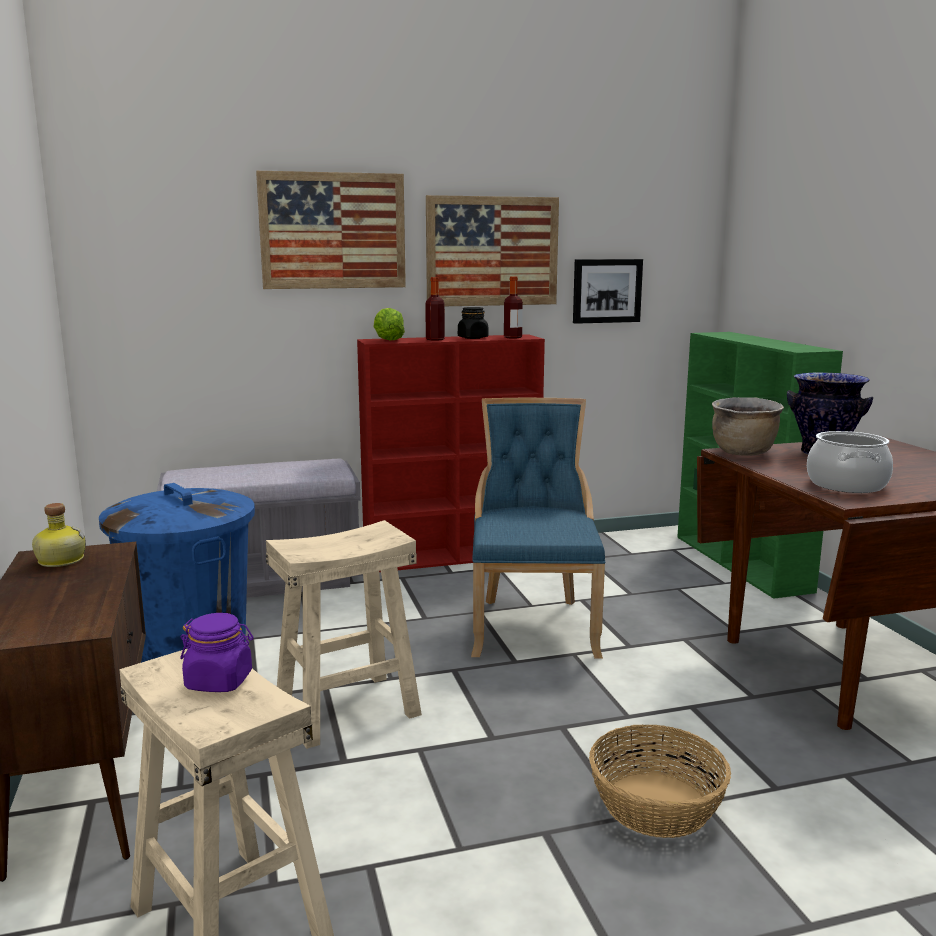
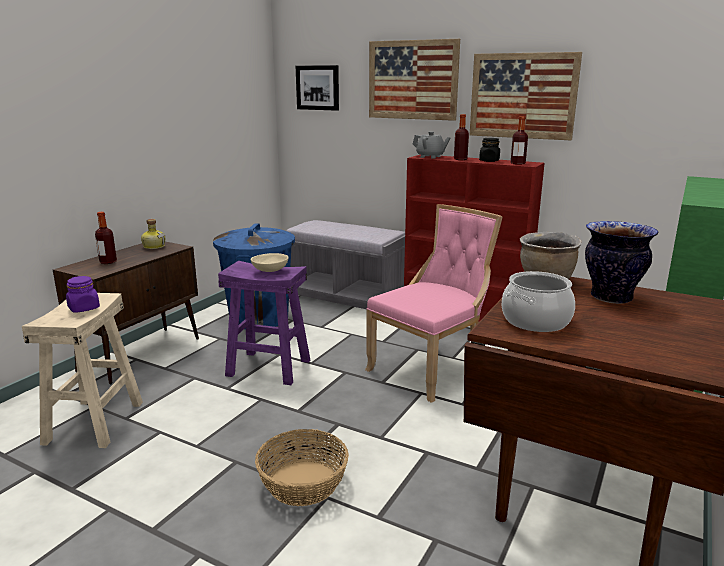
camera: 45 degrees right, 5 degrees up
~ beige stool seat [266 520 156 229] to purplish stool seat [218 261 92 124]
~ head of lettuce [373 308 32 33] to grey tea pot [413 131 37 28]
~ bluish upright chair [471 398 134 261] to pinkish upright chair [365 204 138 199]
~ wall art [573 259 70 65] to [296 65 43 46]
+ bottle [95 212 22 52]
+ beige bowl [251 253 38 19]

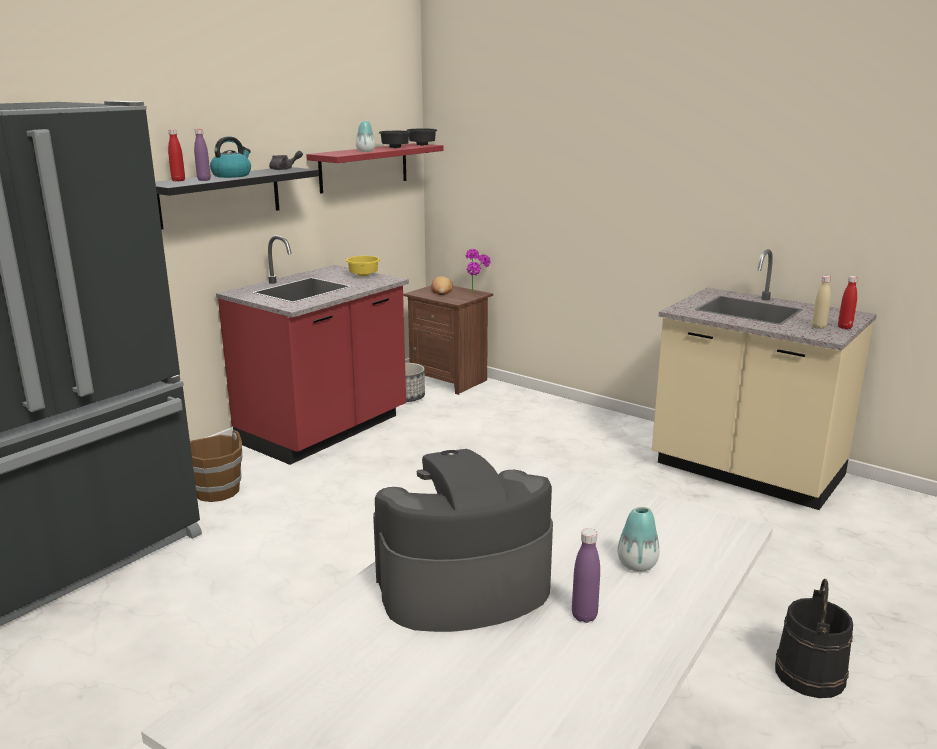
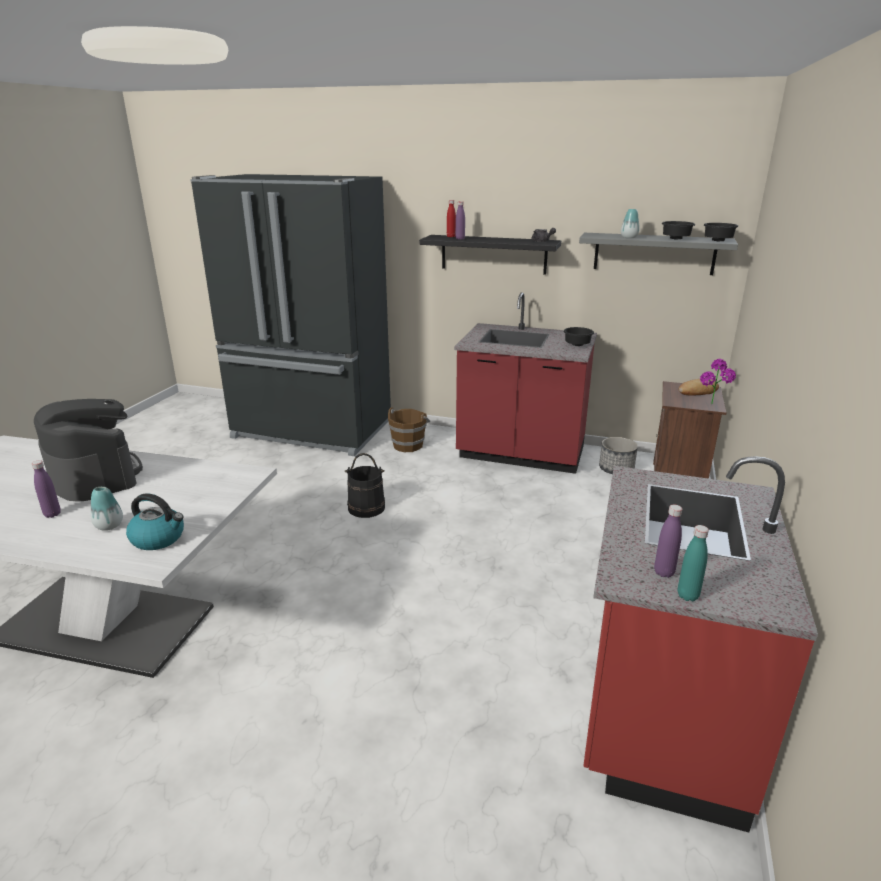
camera: 70 degrees right, 5 degrees up
~ water kettle [210 136 41 42] to [126 493 58 57]
~ reddish wall shelf [306 143 137 51] to grey wall shelf [579 233 159 42]
~ yellow bowl [346 256 34 20] to black bowl [564 327 30 19]
~ beige kitchen counter [652 249 225 261] to reddish kitchen counter [583 456 235 377]
~ black pail [775 579 78 119] to [344 453 41 65]
~ beige bottle [812 276 19 53] to purplish bottle [654 505 28 73]
~ reddish bottle [838 276 20 53] to turquoise-coloured bottle [678 525 31 76]

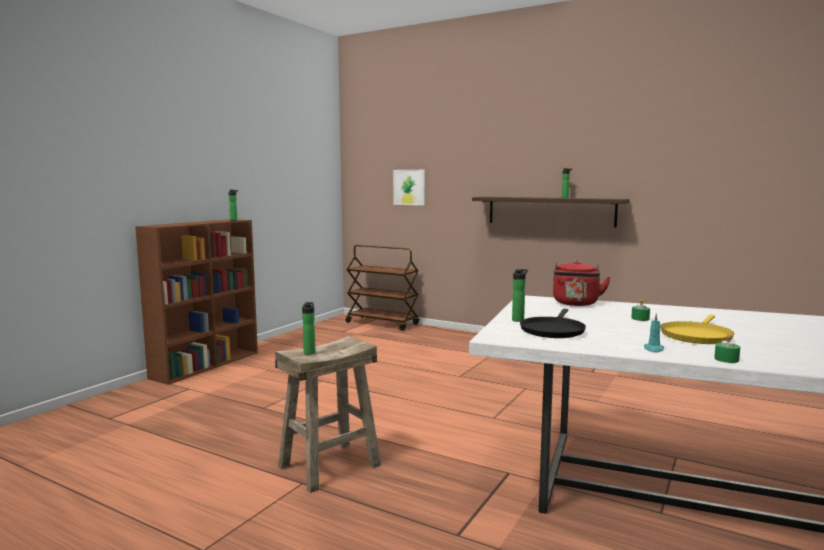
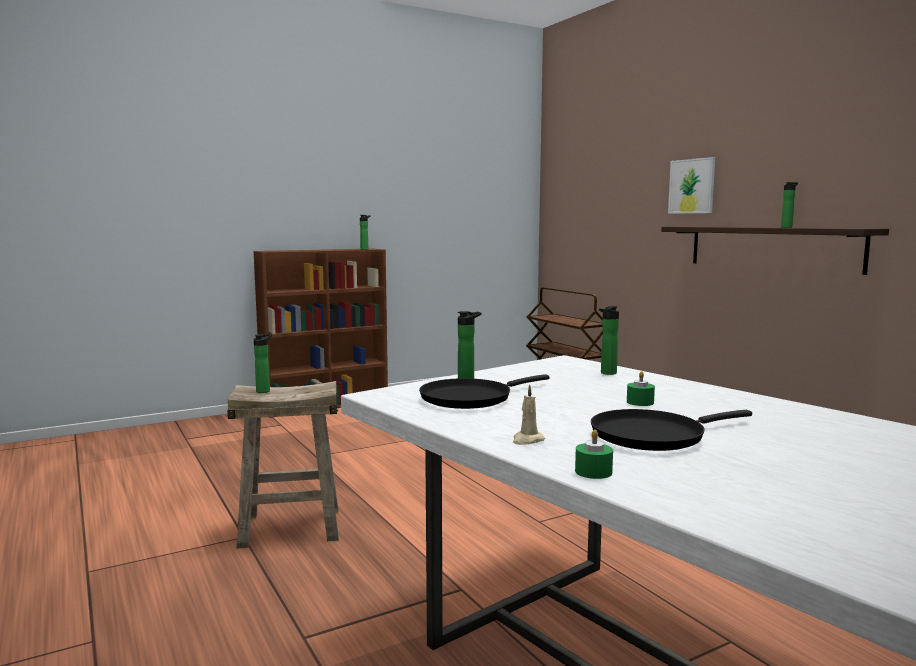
camera: 30 degrees right, 0 degrees up
~ wall art [393 170 32 35] to [668 157 47 57]
~ reddish water kettle [553 260 58 46] to bottle [599 306 20 69]
~ turquoise-coloured candle [644 313 20 40] to beige candle [513 384 32 61]
~ yellow frying pan [660 314 74 30] to black frying pan [591 409 161 42]

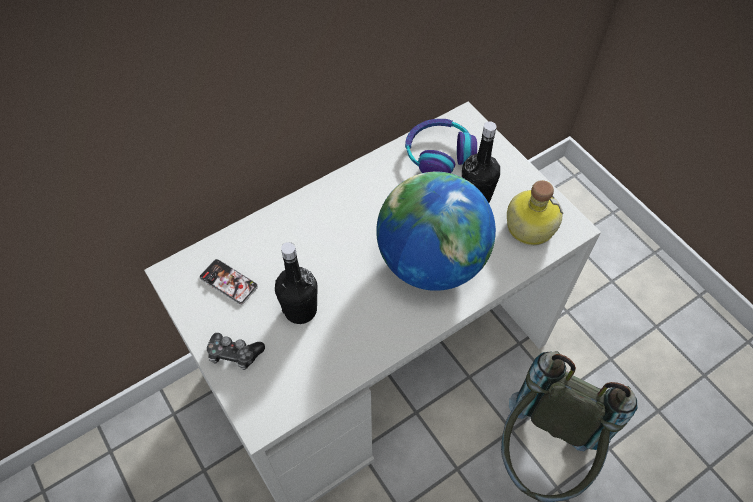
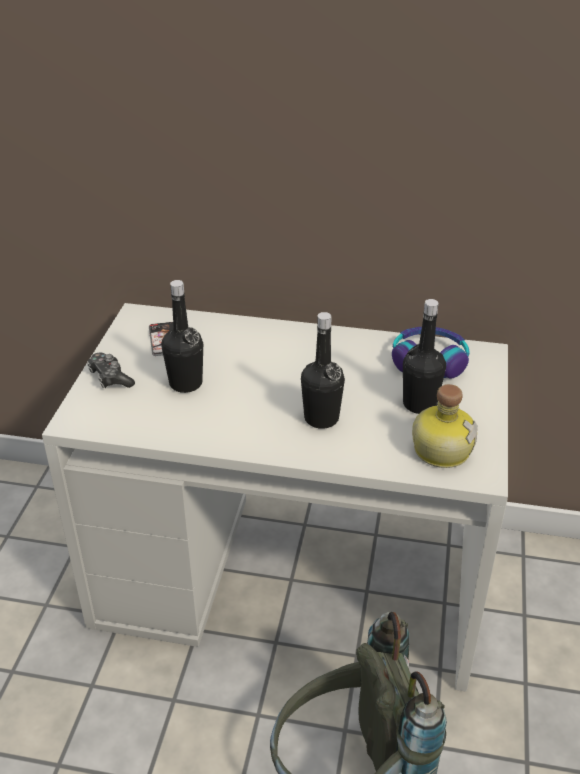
camera: 45 degrees right, 20 degrees down
~ world globe [376 172 120 119] to black bottle [301 312 44 117]

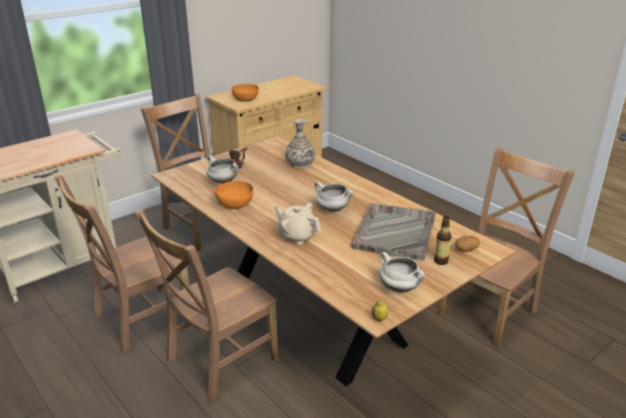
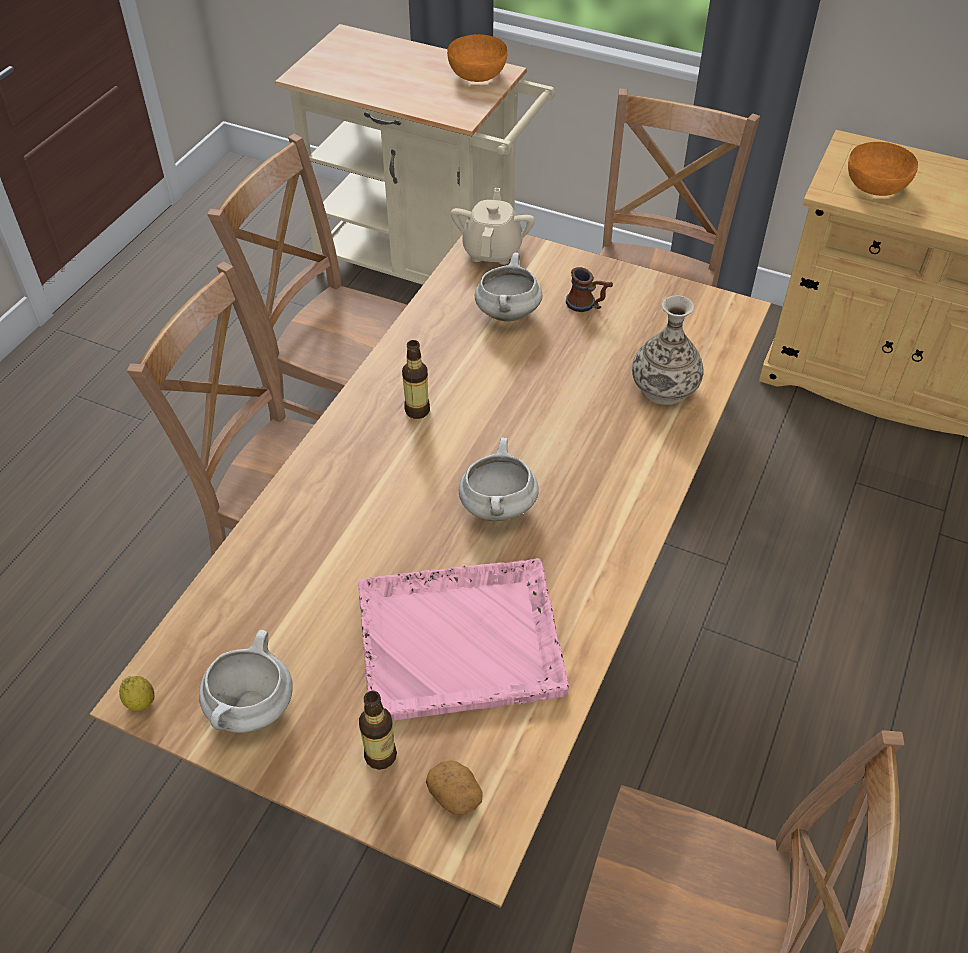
camera: 65 degrees right, 20 degrees up
~ orange-coloured bowl [215 181 38 28] to [447 34 61 48]
~ beige tea pot [274 203 47 42] to [451 188 84 77]
~ grey tray [352 203 84 58] to pinkish tray [358 558 211 163]
+ bottle [402 340 28 79]

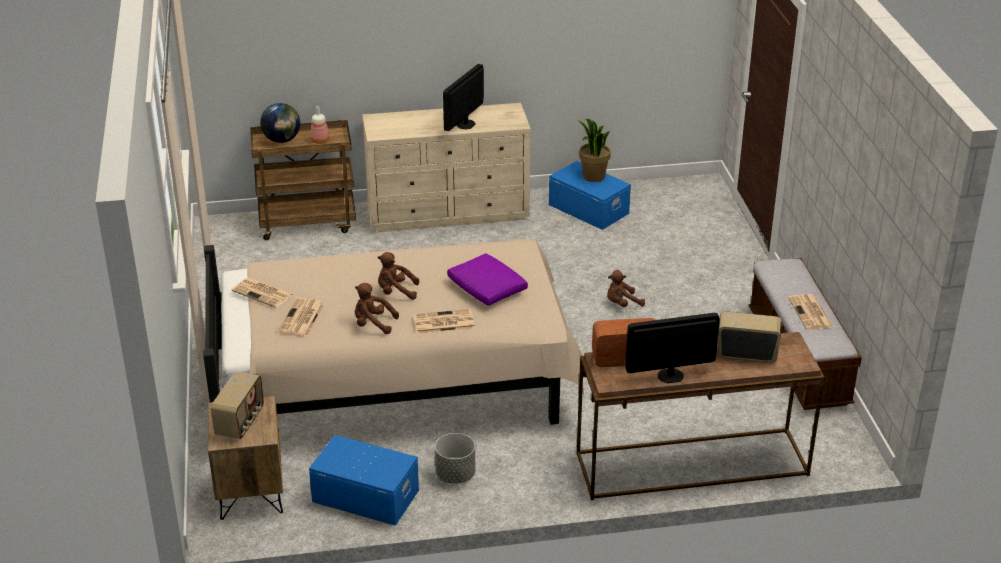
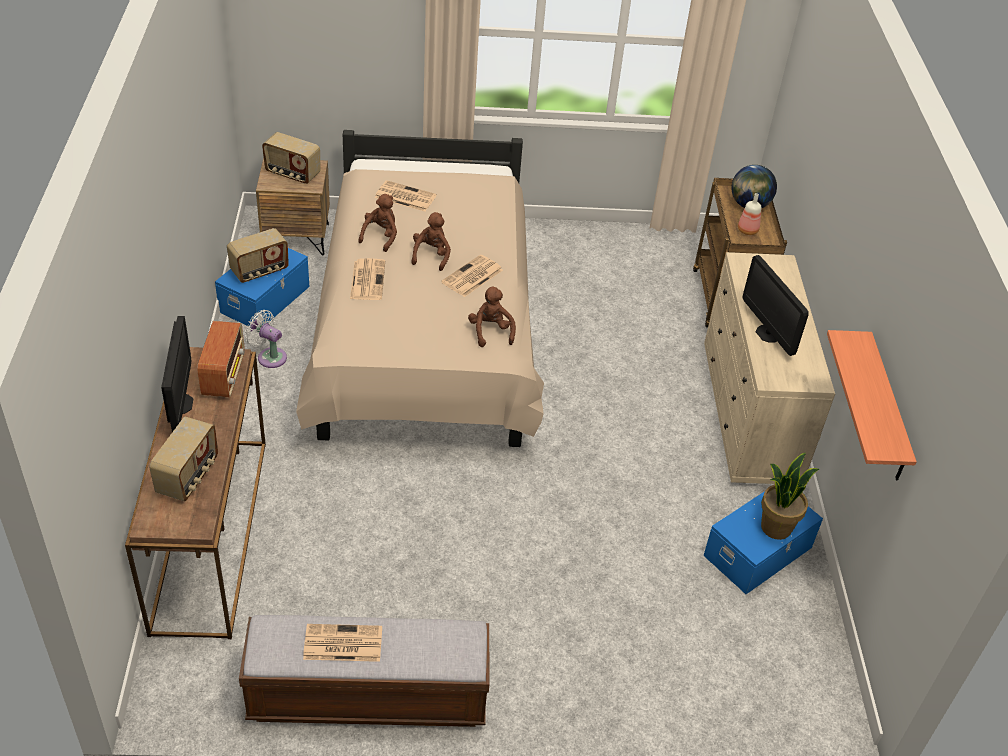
camera: 95 degrees right, 10 degrees up
~ printed paper [232 278 62 30] to [441 254 62 43]
~ grey planter [435 433 40 51] to white fan [245 310 42 58]
~ computer screen [443 64 41 67] = [743 255 66 101] 150 degrees counterclockwise
- purplish pillow [447 253 81 53]
~ brown-coloured cuddly toy [607 270 38 37] to [468 286 48 61]
+ radio [227 228 62 55]
+ wall shelf [827 330 90 151]

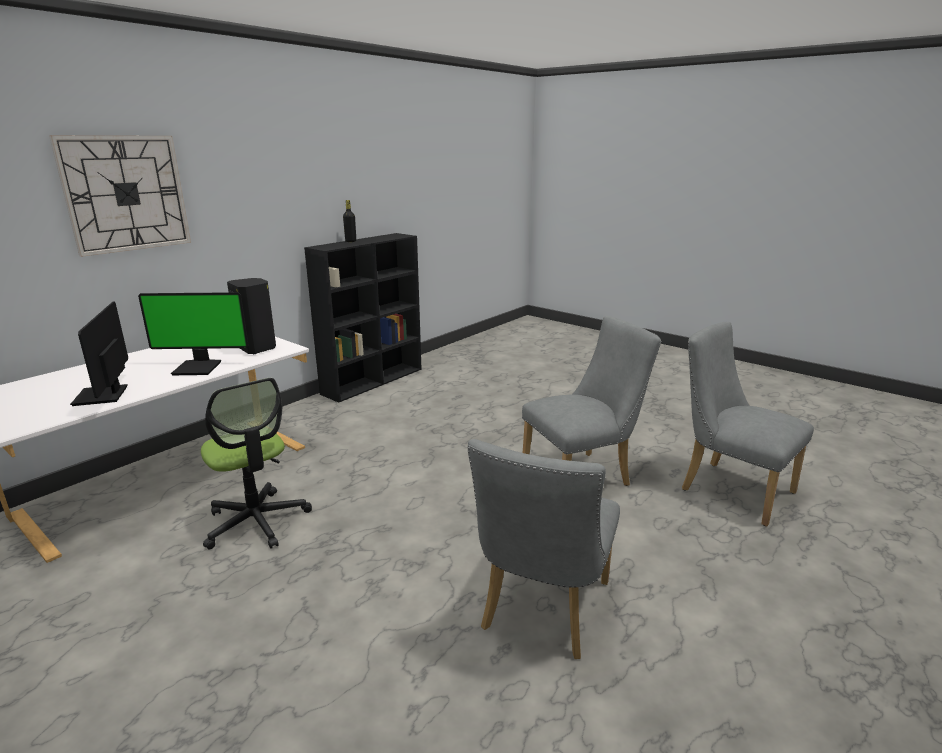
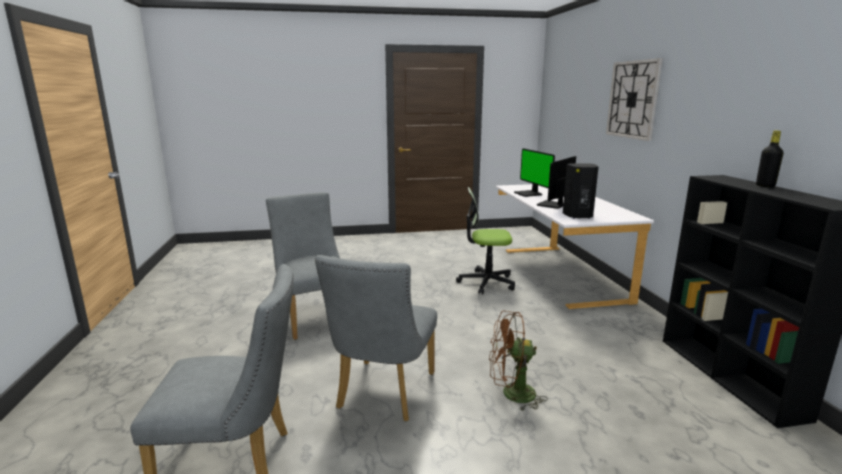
camera: 130 degrees right, 5 degrees down
~ computer screen [70 302 58 104] = [514 148 41 49] 135 degrees counterclockwise
+ brown-coloured fan [489 311 59 101]

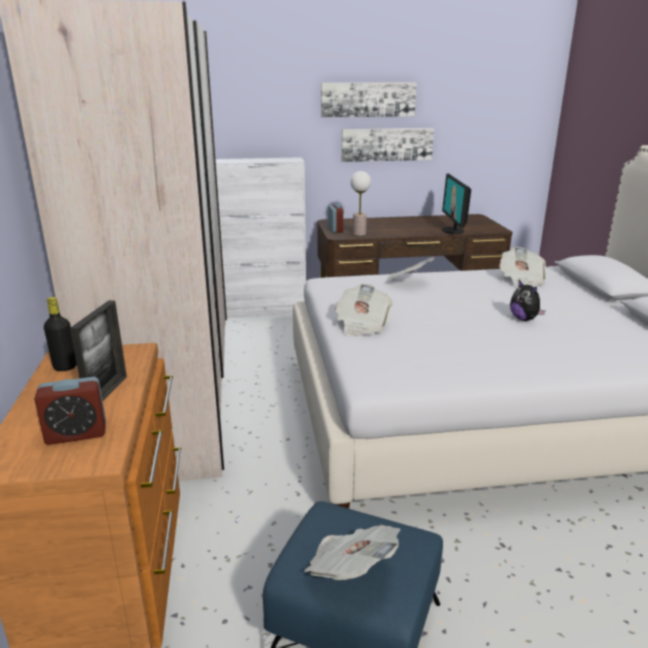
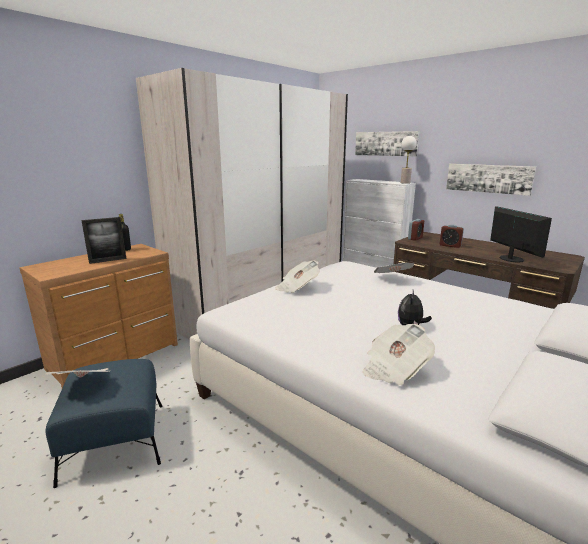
camera: 50 degrees right, 5 degrees down
~ bedside clock [34 377 72 68] to [440 225 24 23]
~ wall art [321 82 96 35] to [355 131 65 25]
~ table lamp [351 171 20 65] to [401 136 16 48]
~ computer screen [442 174 29 60] = [490 206 62 57] 120 degrees clockwise
~ printed paper [499 247 47 41] to [363 324 72 61]

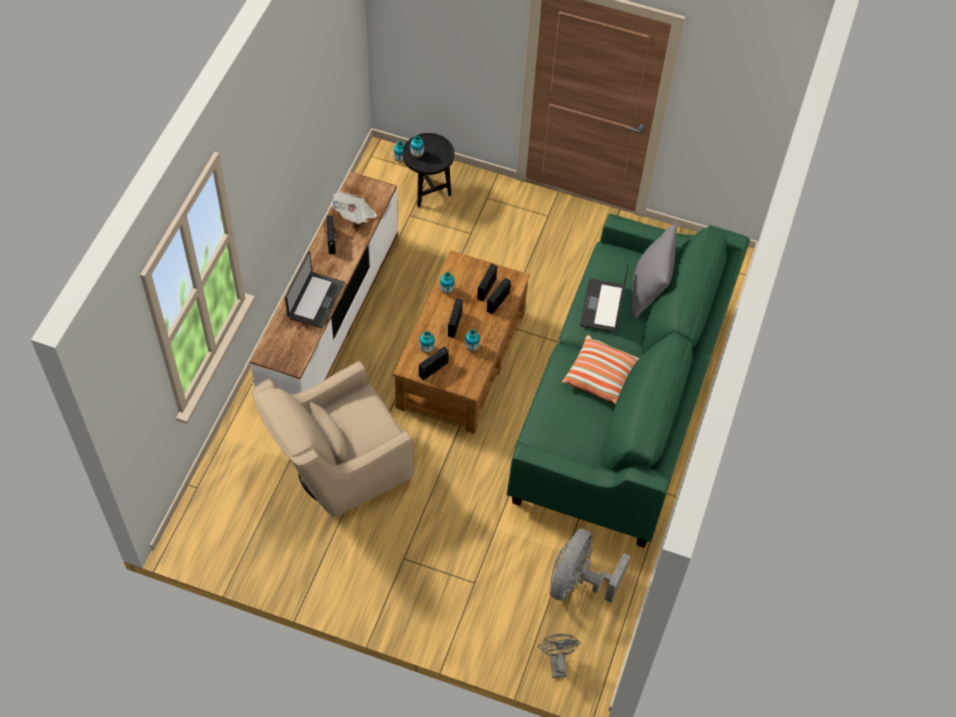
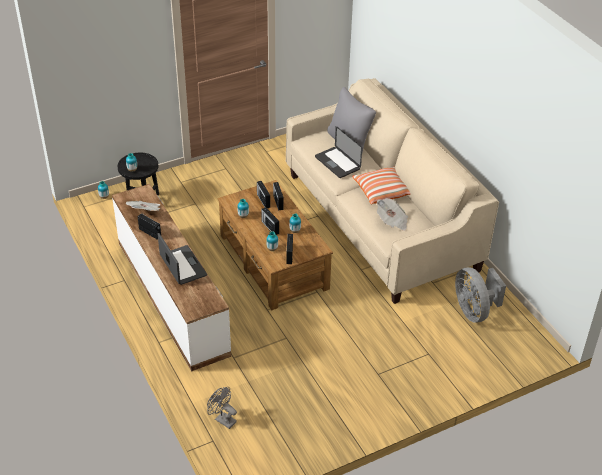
camera: 45 degrees left, 15 degrees down
- beige armchair [252 361 162 155]
~ green-coloured settee [507 214 243 334] to beige settee [286 78 213 226]
~ grey fan [538 634 42 44] to [207 387 30 42]
+ printed paper [377 198 31 33]

